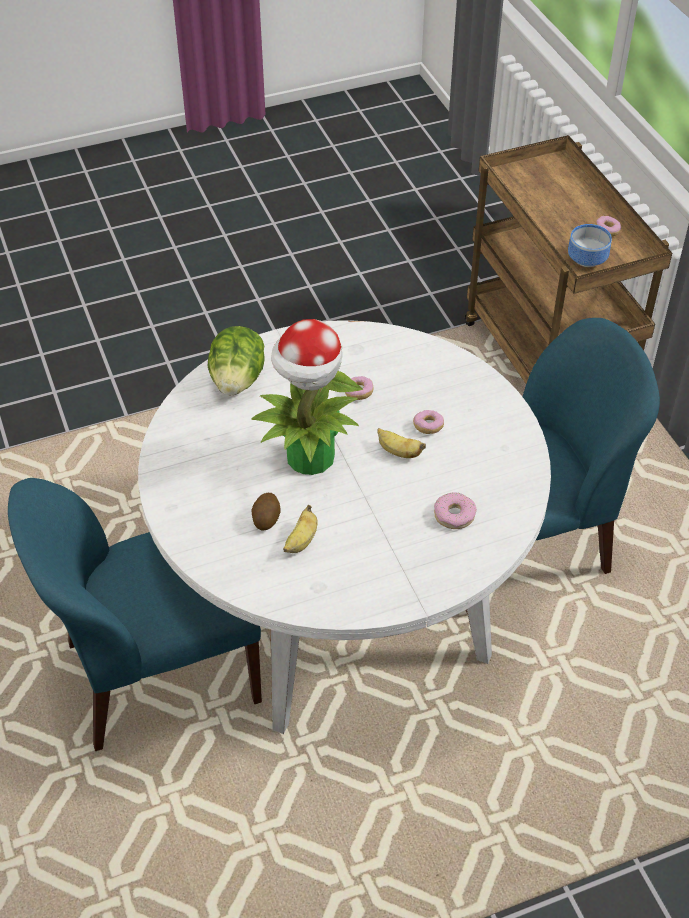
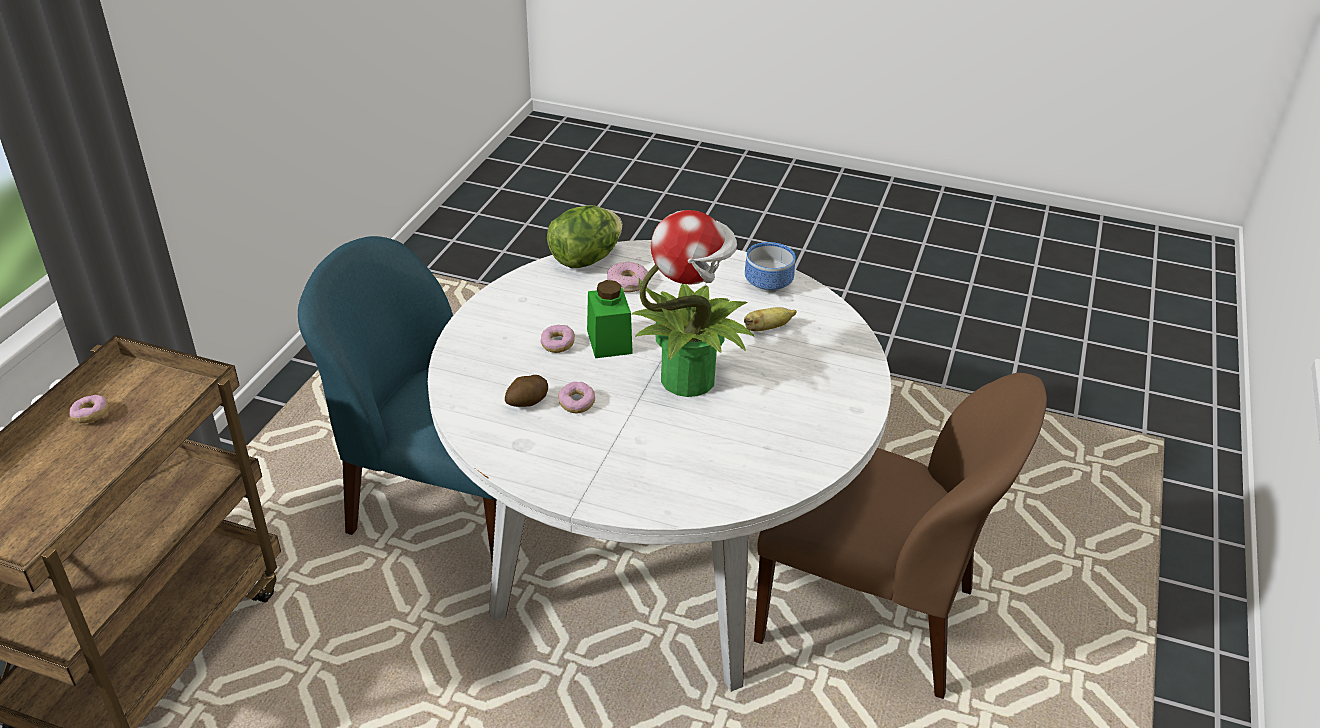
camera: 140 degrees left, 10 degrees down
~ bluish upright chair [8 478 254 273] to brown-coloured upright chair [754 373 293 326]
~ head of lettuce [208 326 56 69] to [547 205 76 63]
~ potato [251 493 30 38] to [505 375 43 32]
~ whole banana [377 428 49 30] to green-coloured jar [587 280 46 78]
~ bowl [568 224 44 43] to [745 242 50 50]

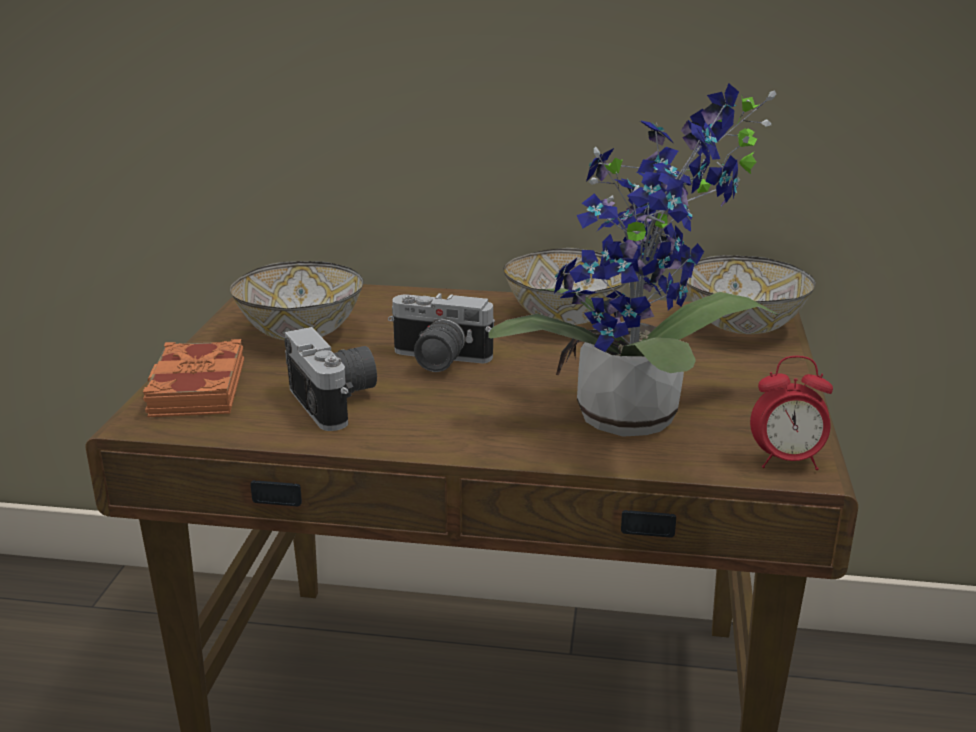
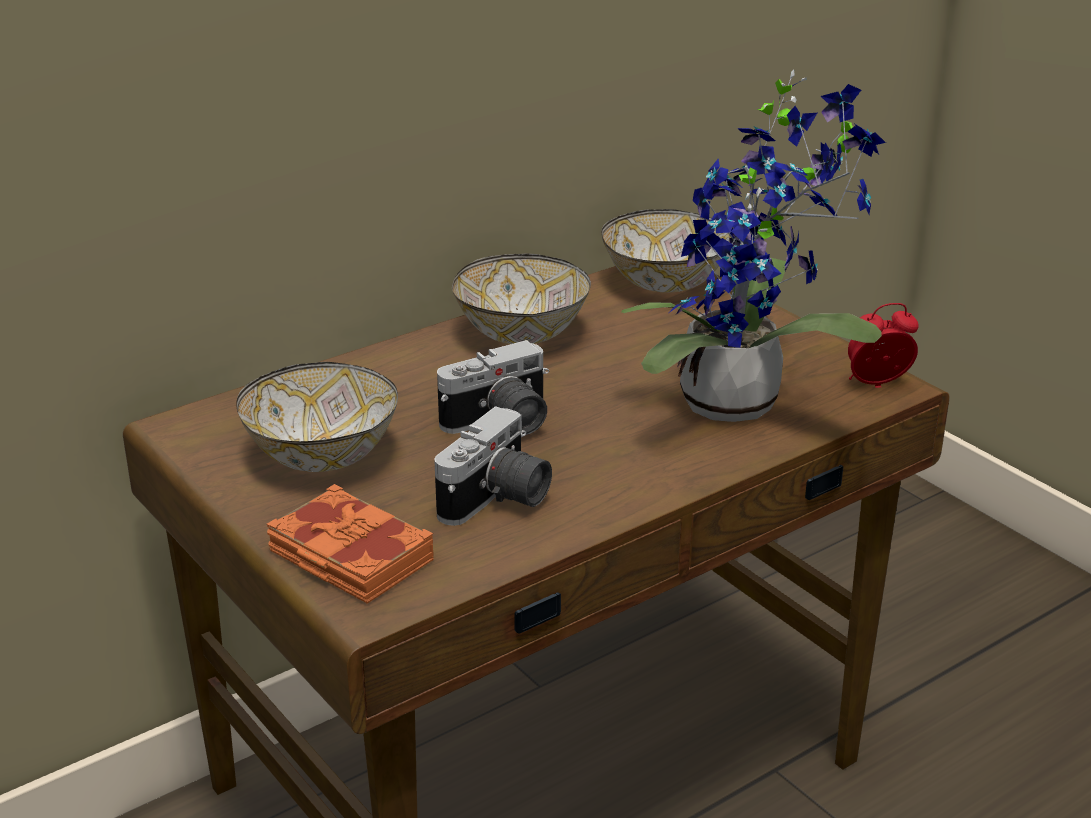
camera: 45 degrees left, 5 degrees up
~ photo camera [285 327 92 104] = [434 406 118 120] 105 degrees clockwise
~ bedside clock [750 356 83 114] = [848 303 71 85] 150 degrees counterclockwise

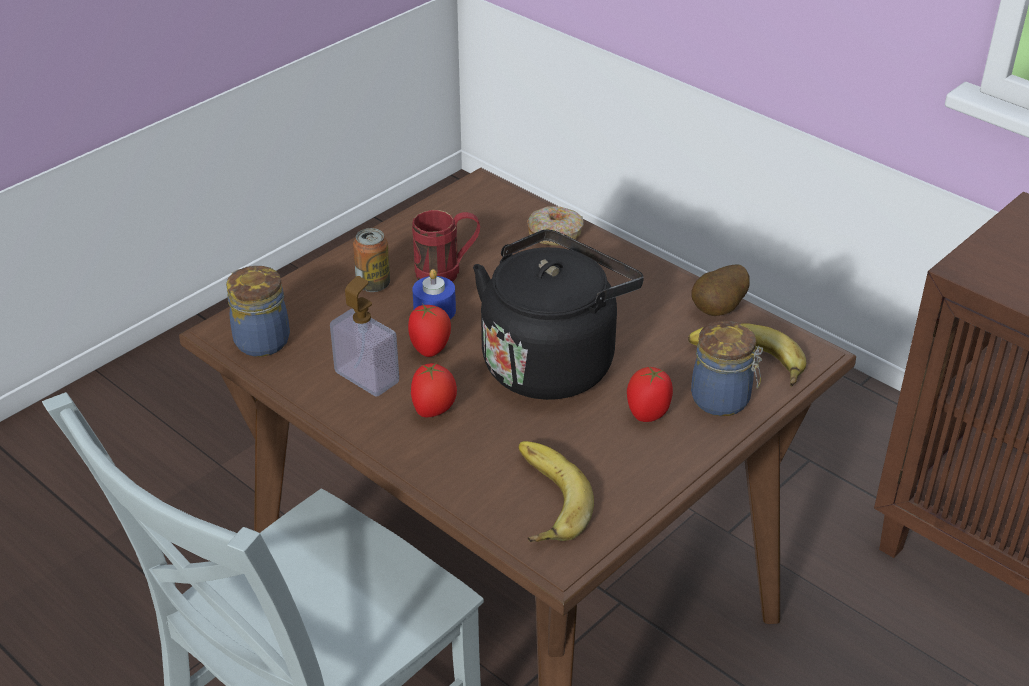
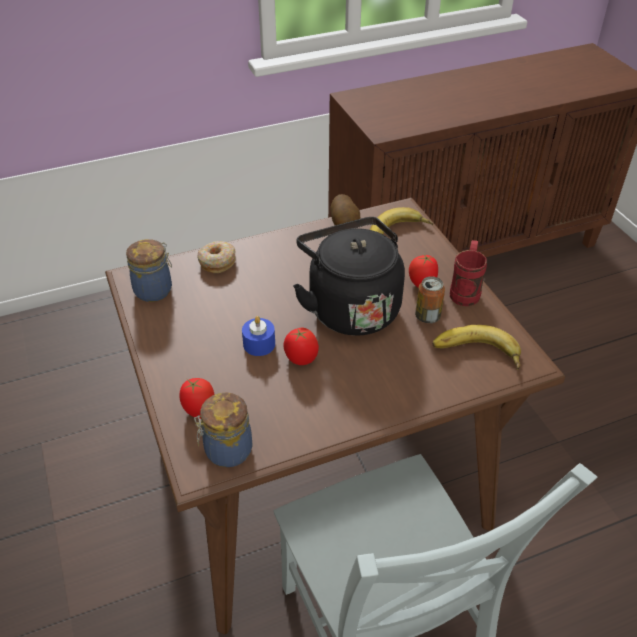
camera: 65 degrees left, 5 degrees up
- soap dispenser [330 276 69 121]
~ sealed can [353 228 37 64] to [415 276 30 47]
~ whole tomato [411 363 46 54] to [179 378 35 41]
~ reddish mug [412 210 68 72] to [450 240 37 66]
~ jar [691 321 72 95] to [126 239 46 63]

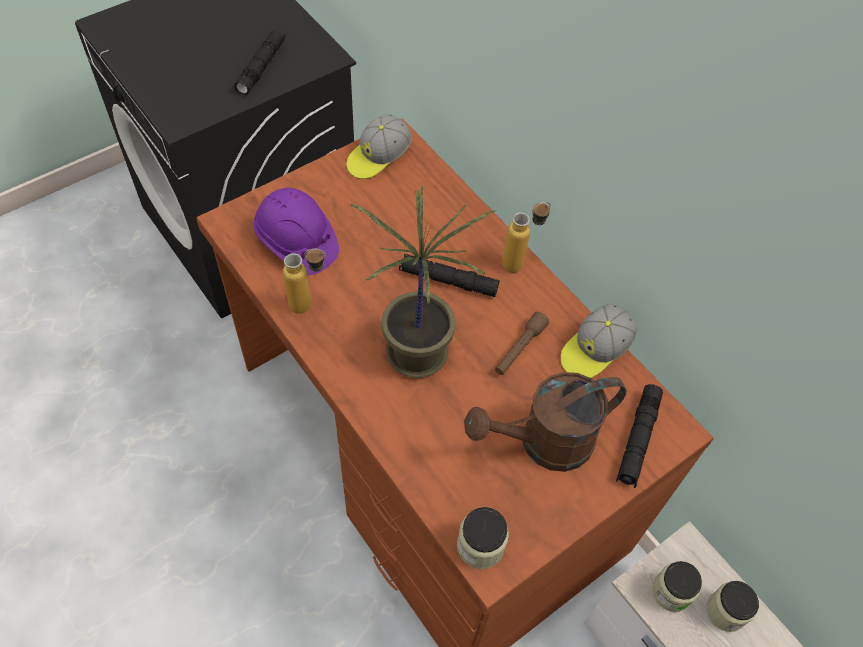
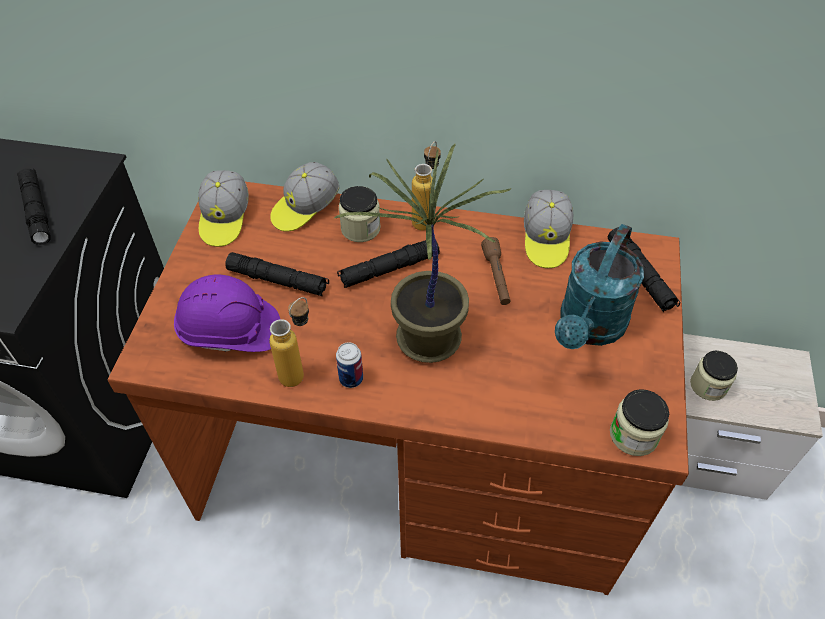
camera: 40 degrees left, 5 degrees down
~ brown-coloured sprinkling can [464 372 162 100] to turquoise-coloured sprinkling can [555 224 89 125]
~ jar [706 581 53 51] to [339 186 41 56]
+ black flashlight [225 252 104 44]
+ baseball cap [270 162 69 70]
+ sealed can [336 342 27 46]

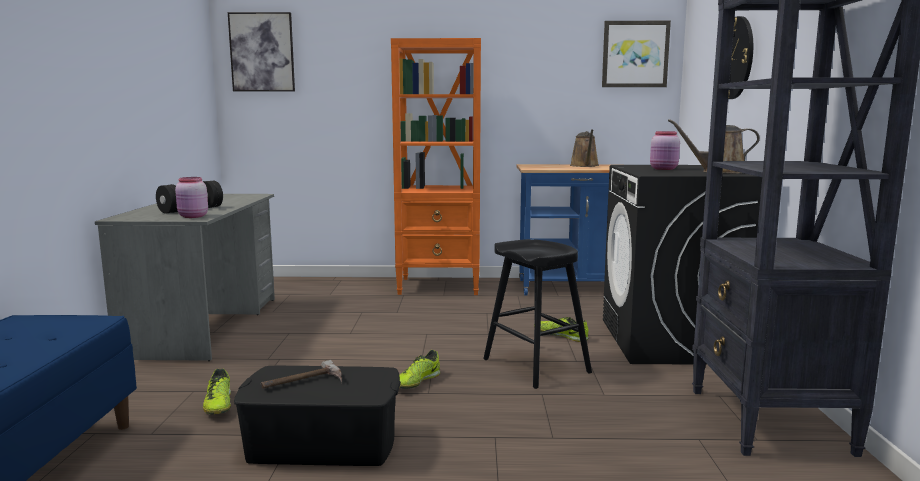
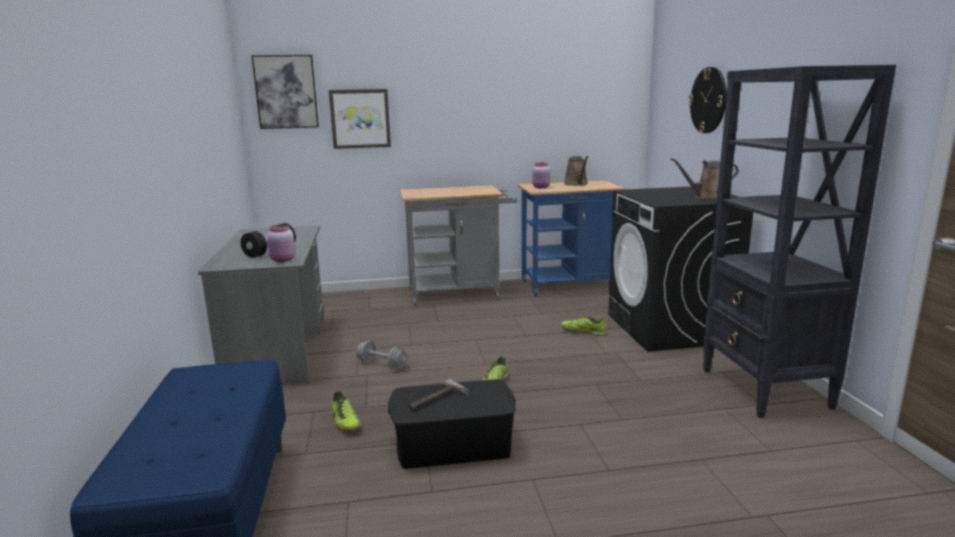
camera: 10 degrees left, 5 degrees up
~ orange-coloured bookshelf [391 38 90 257] to grey wheeled cart [400 185 117 120]
- black stool seat [483 239 109 150]
~ wall art [602 21 69 66] to [329 89 62 60]
~ pinkish jar [650 131 30 39] to [532 163 18 25]
+ grey free weight [357 341 50 28]

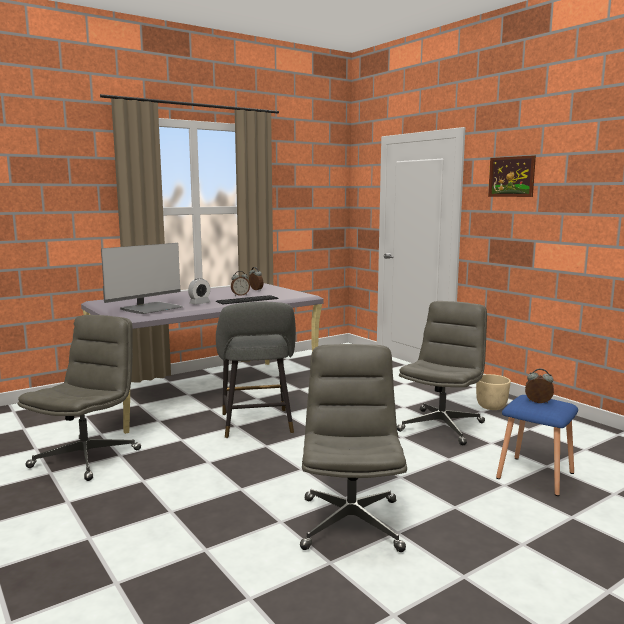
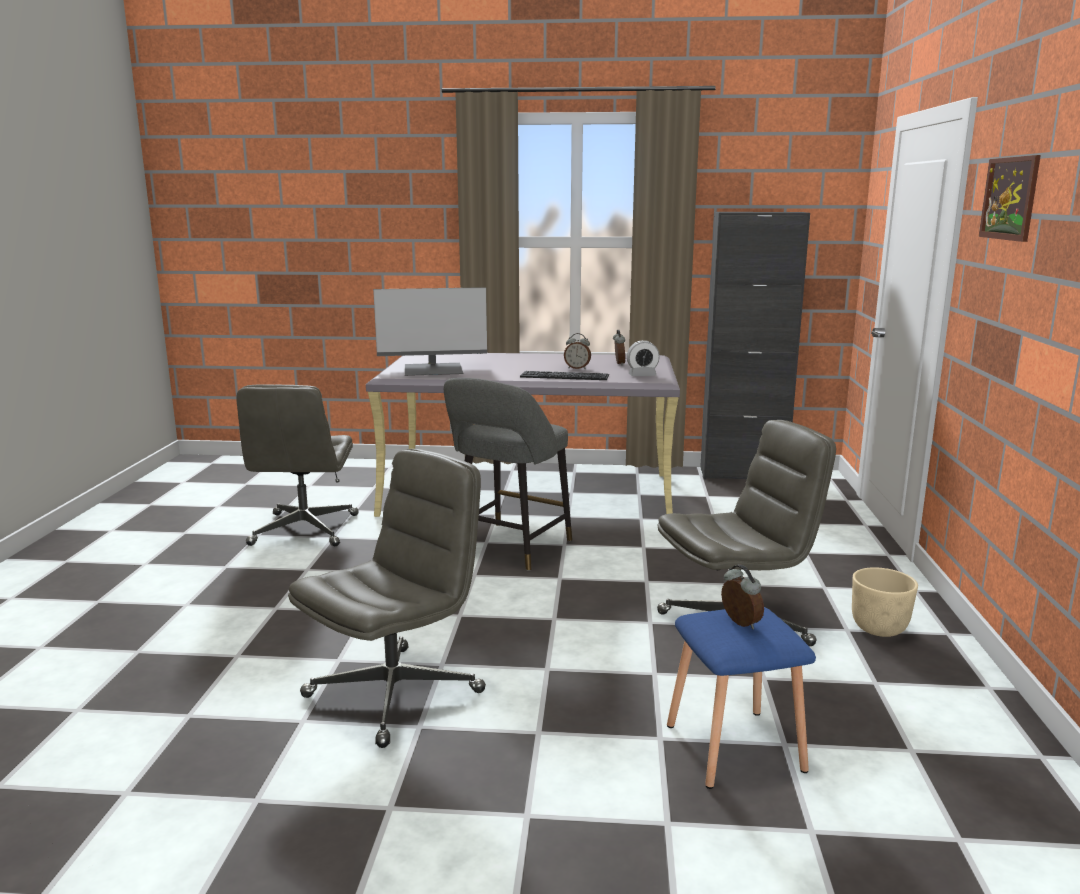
camera: 40 degrees right, 5 degrees up
~ grey office chair [18 315 123 166] = [236 384 122 162] 120 degrees clockwise
~ bedside clock [188 278 22 27] to [627 340 33 36]
+ black cupboard [700 212 110 267]

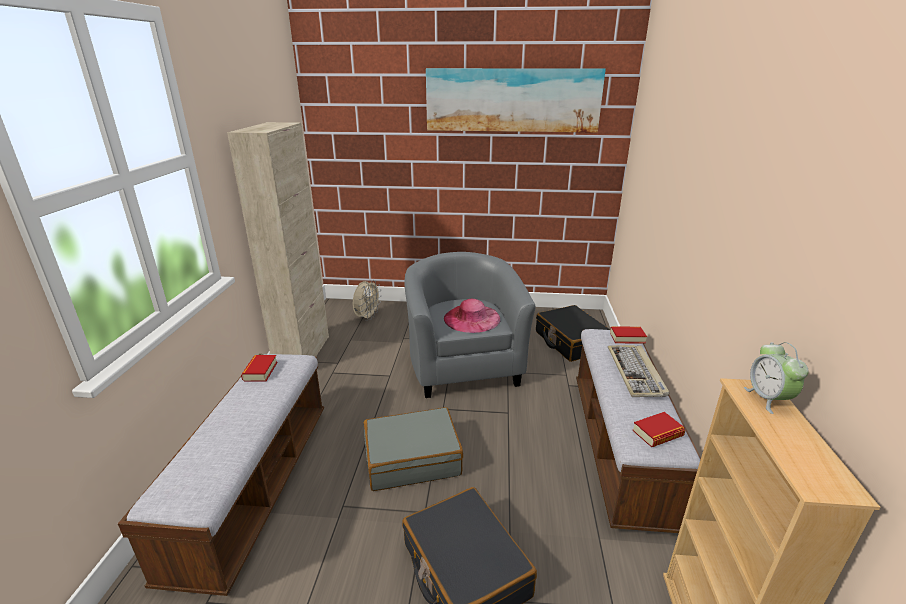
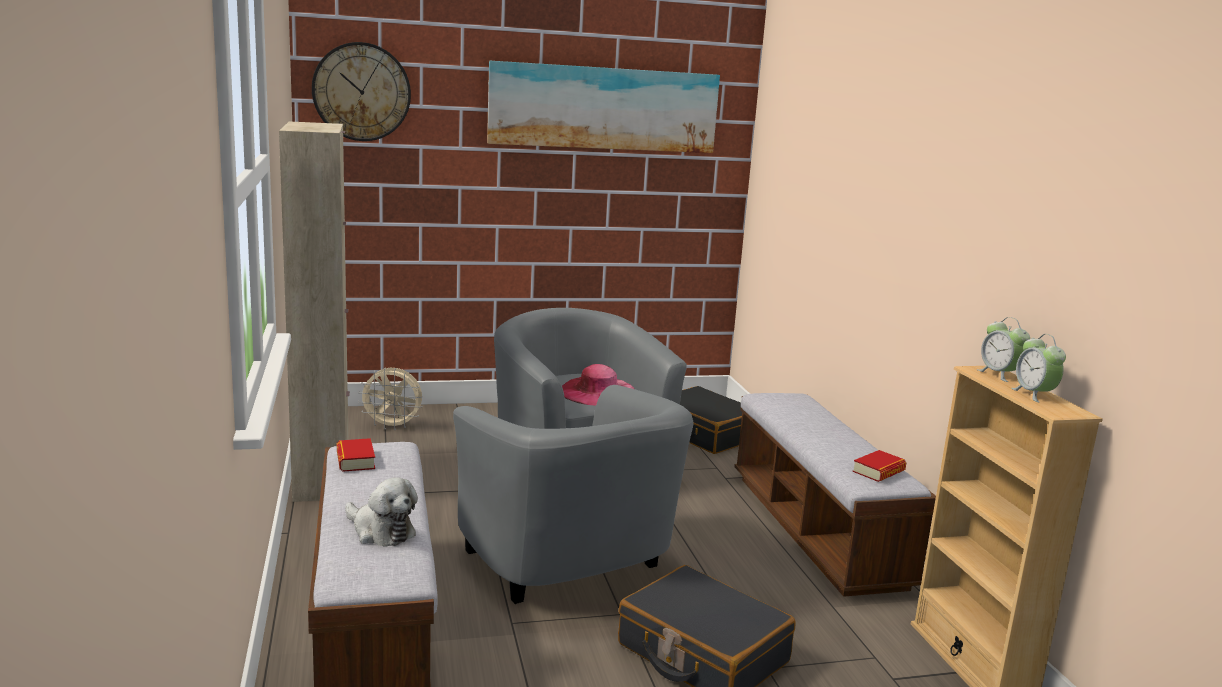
camera: 20 degrees left, 10 degrees down
~ beige fan [353 280 29 41] = [358 367 65 63] 90 degrees clockwise
~ grey piece of luggage [364 407 99 84] to grey armchair [453 385 240 219]
- keyboard [608 345 61 52]
- volume [610 326 37 18]
+ hanging clock [312 42 99 99]
+ cuddly toy [345 477 73 70]
+ bedside clock [1011 334 55 68]

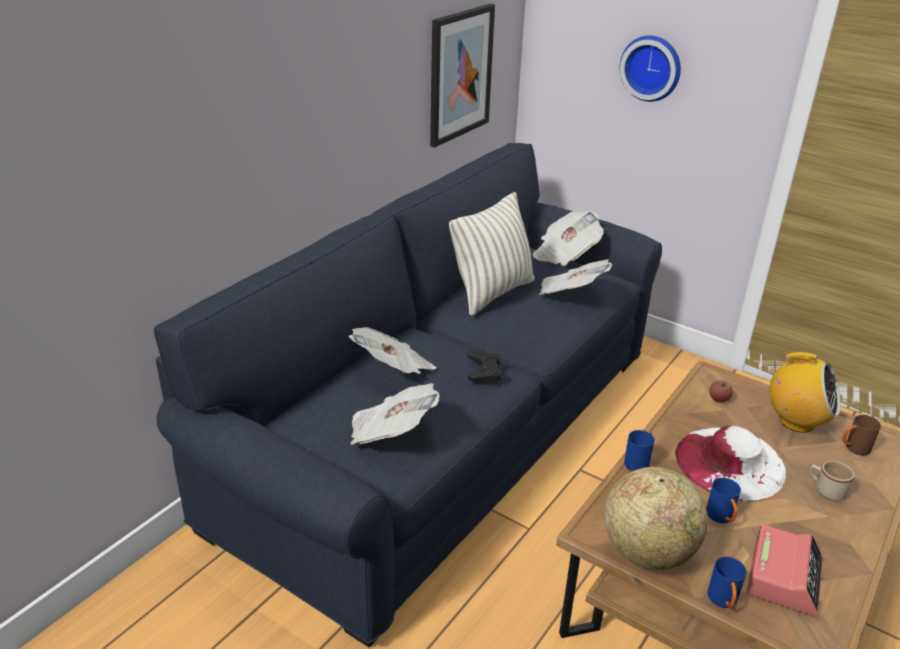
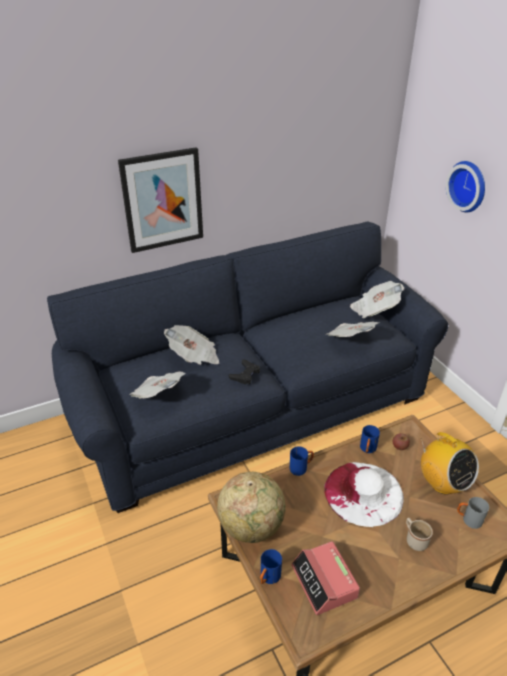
camera: 30 degrees right, 5 degrees up
~ wall art [430 3 65 144] to [118 147 85 106]
- pillow [449 192 86 124]
~ bluish mug [706 478 35 45] to [360 425 20 28]
~ bedside clock [747 524 76 92] = [291 541 69 74] 105 degrees clockwise
~ brown-coloured mug [842 415 39 41] to grey mug [457 497 32 32]

